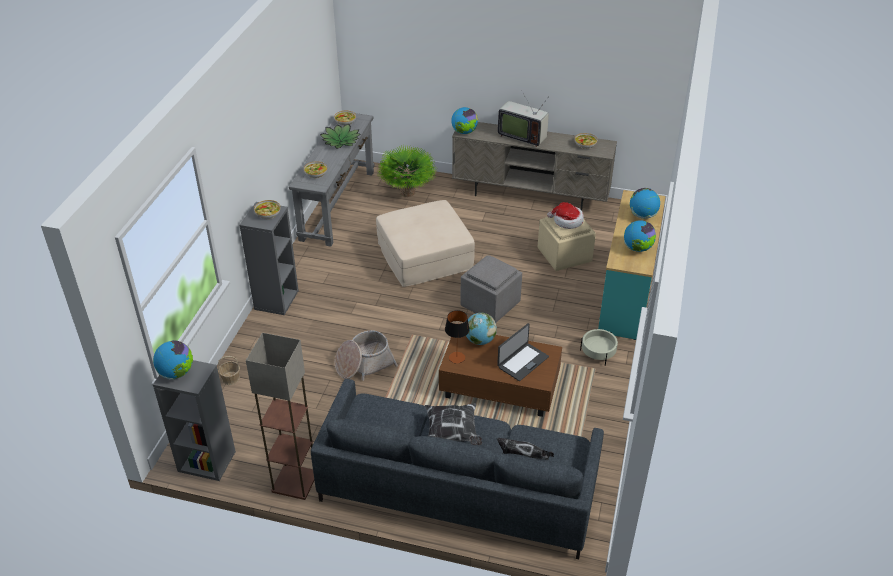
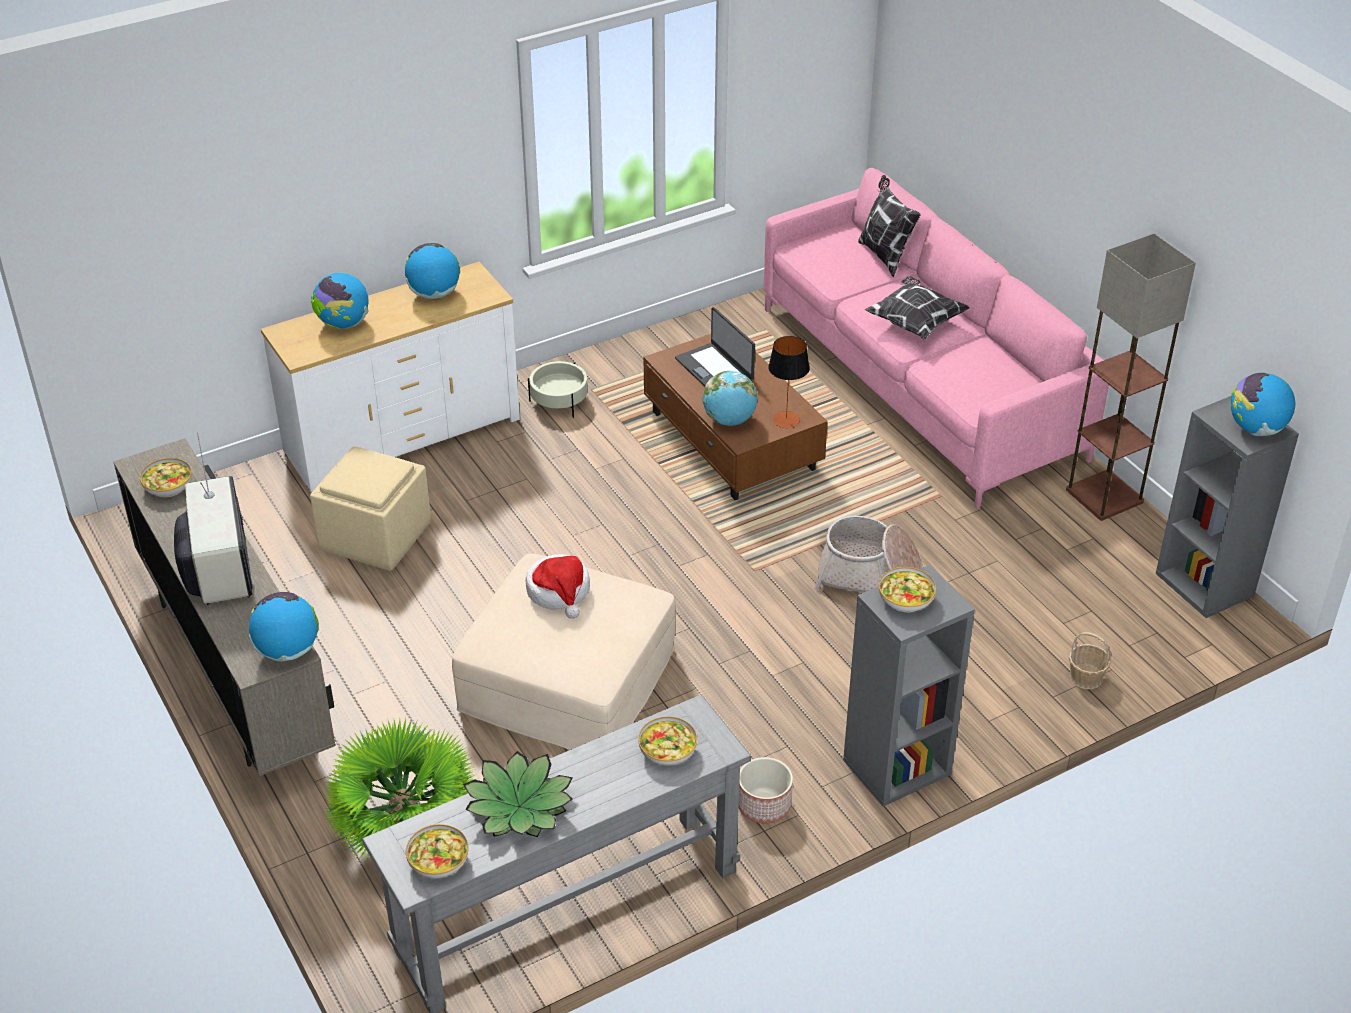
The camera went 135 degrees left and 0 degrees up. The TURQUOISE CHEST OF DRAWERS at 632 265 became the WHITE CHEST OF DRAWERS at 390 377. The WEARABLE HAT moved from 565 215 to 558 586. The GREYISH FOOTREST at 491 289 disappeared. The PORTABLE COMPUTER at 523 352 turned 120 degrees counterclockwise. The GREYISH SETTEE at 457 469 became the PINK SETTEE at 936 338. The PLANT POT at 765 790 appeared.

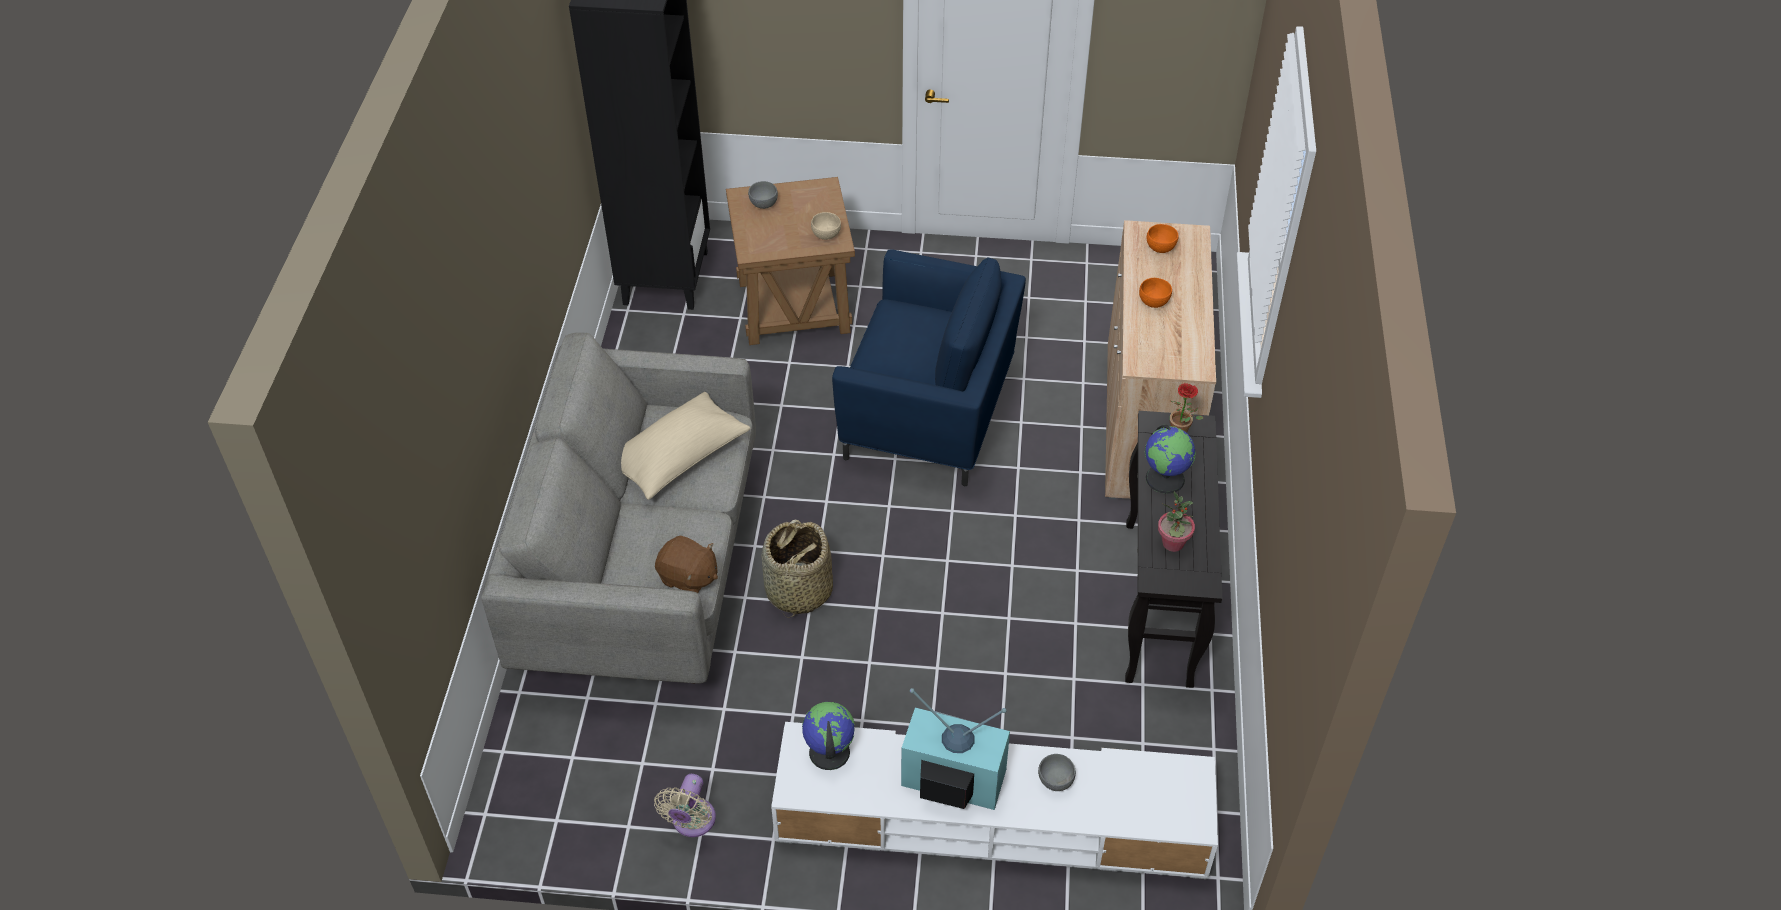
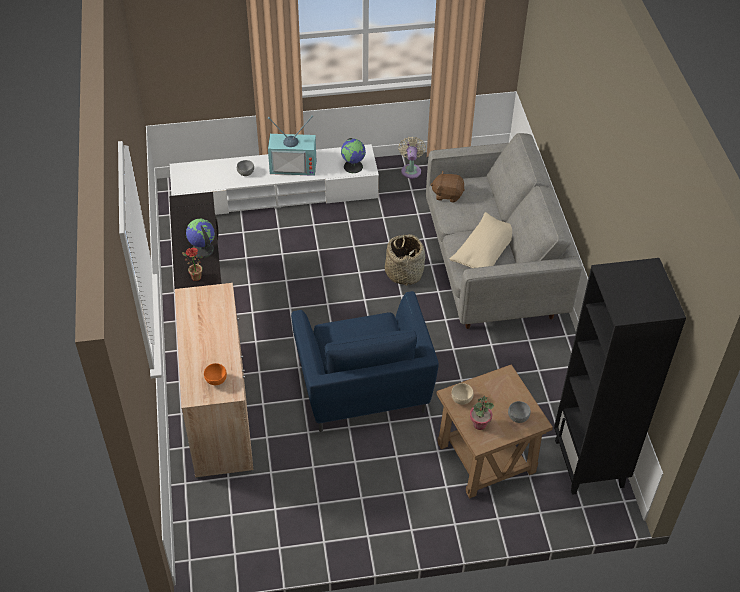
The camera went 165 degrees right and 0 degrees up. The BLUE ARMCHAIR at 929 367 turned 105 degrees counterclockwise. The ORANGE BOWL at 1155 293 disappeared. The POTTED PLANT moved from 1176 522 to 482 413.

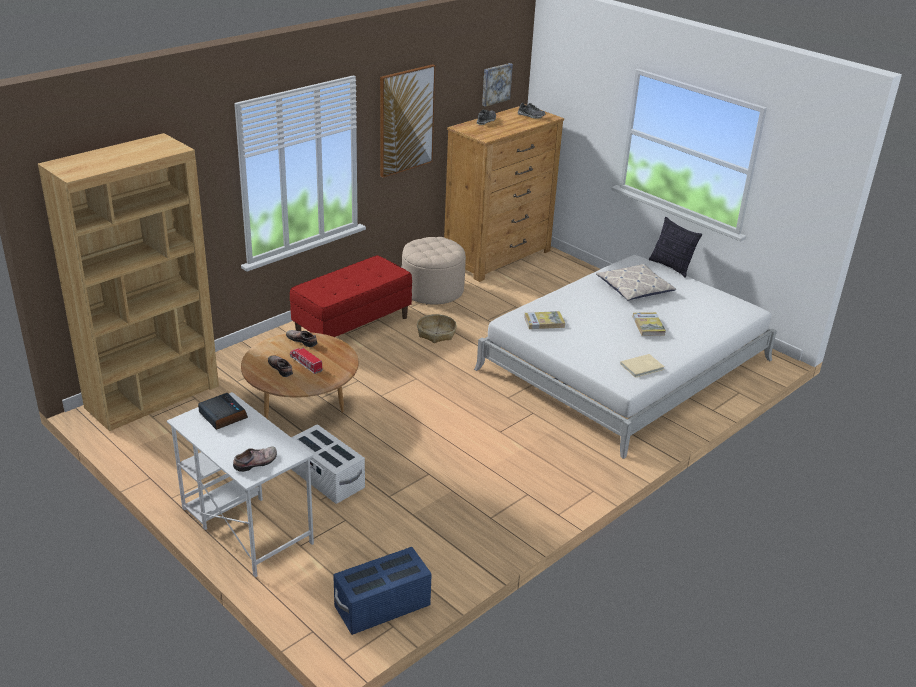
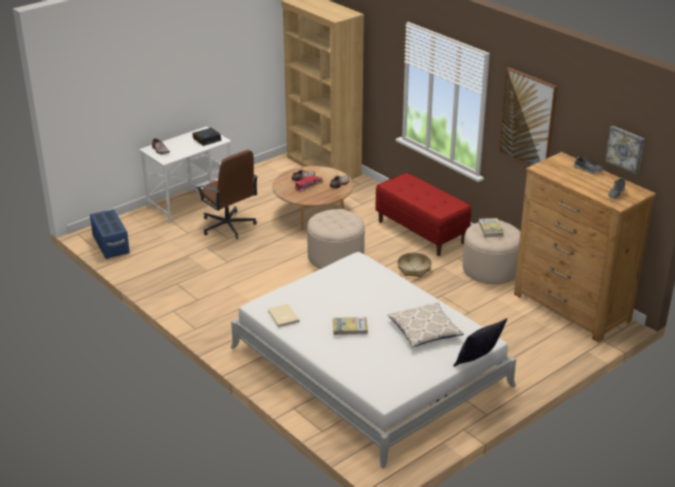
The camera went 95 degrees right and 0 degrees up. The VOLUME moved from 544 320 to 491 227. The WHITE STORAGE BIN at 328 464 was replaced by the BROWNISH DESK CHAIR at 227 194. The BEIGE FOOTREST at 336 239 appeared.

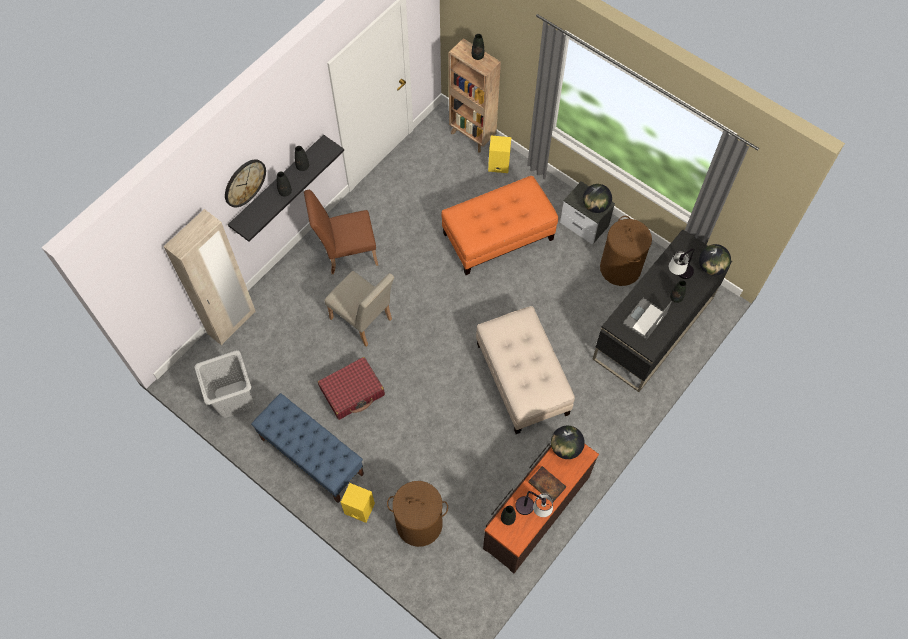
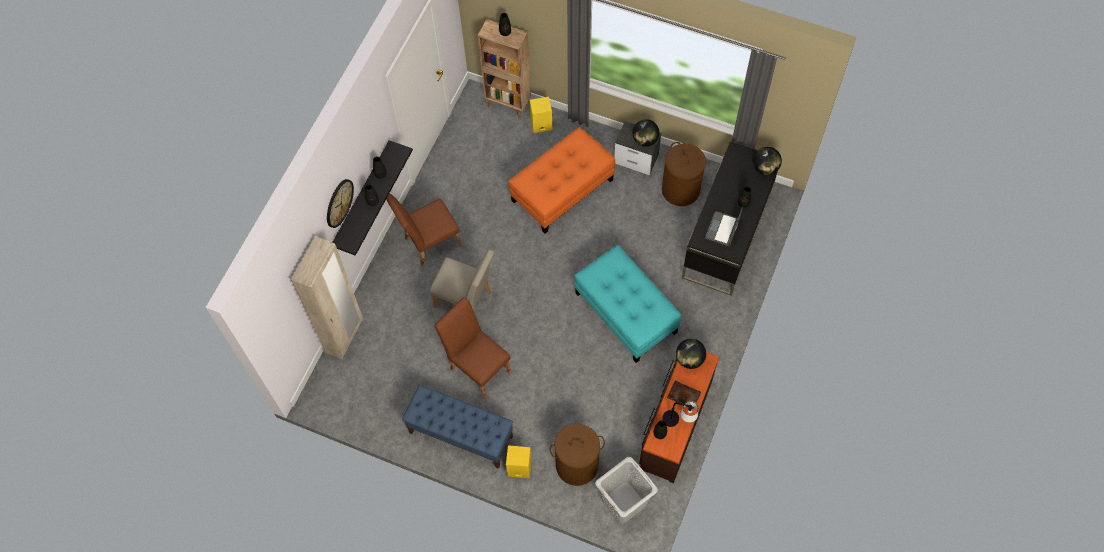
The camera went 15 degrees left and 0 degrees up. The TABLETOP LAMP at 682 263 disappeared. The BEIGE FOOTREST at 525 370 became the TURQUOISE FOOTREST at 627 304. The GREYISH LAUNDRY BASKET moved from 224 384 to 626 490. The RED-COLOURED TRAVEL CASE at 351 388 was replaced by the BROWNISH CHAIR at 473 348.

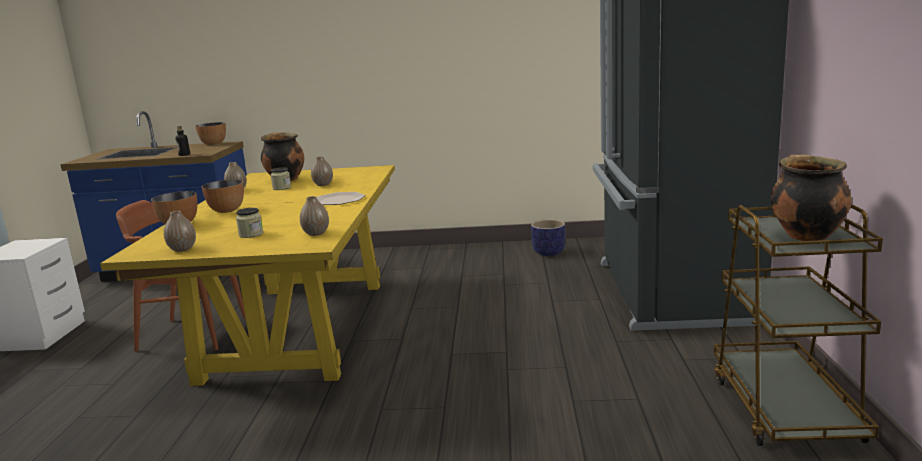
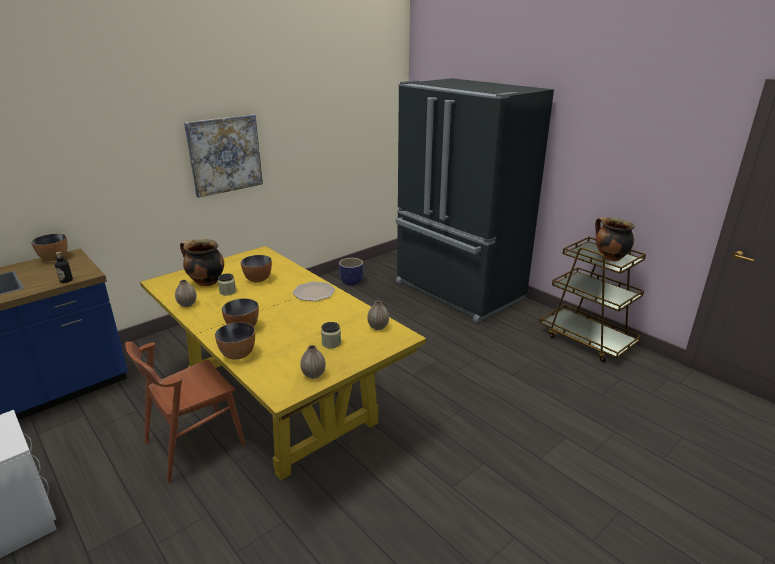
The camera went 45 degrees left and 10 degrees up. The FLOWER VASE at 322 171 was replaced by the BOWL at 256 268. The PICTURE at 223 156 appeared.

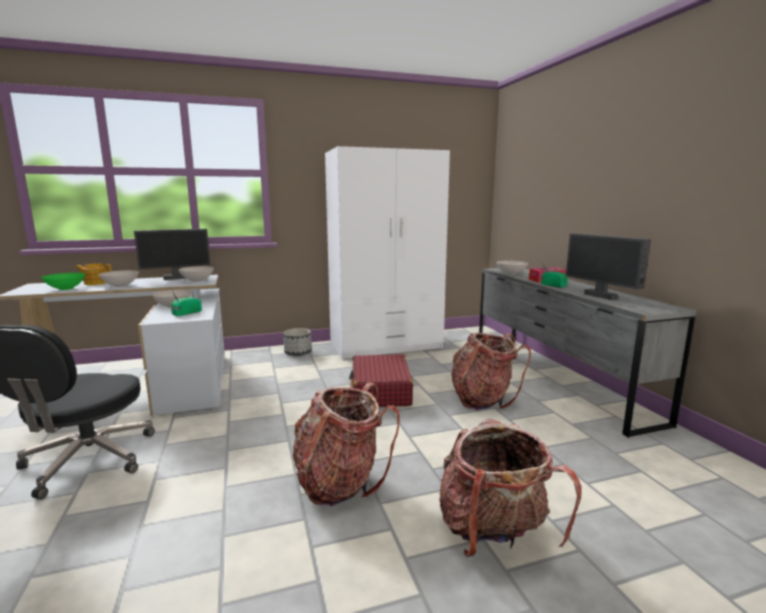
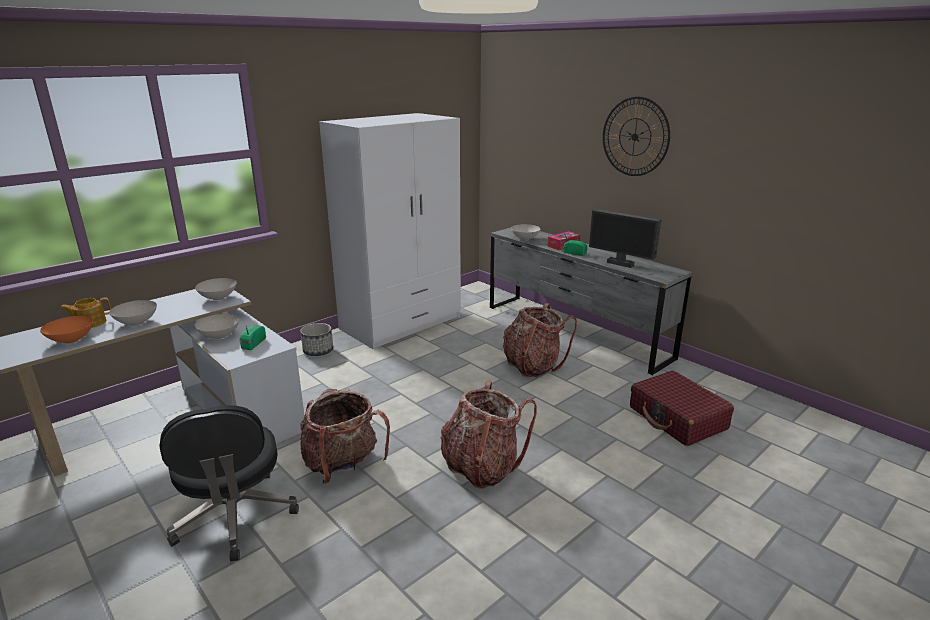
The camera went 25 degrees left and 10 degrees up. The MONITOR at 172 254 disappeared. The GREEN BOWL at 63 281 became the ORANGE BOWL at 66 329. The RED-COLOURED TRAVEL CASE moved from 381 380 to 682 408. The KNAPSACK moved from 510 488 to 345 436. The WALL CLOCK at 636 136 appeared.

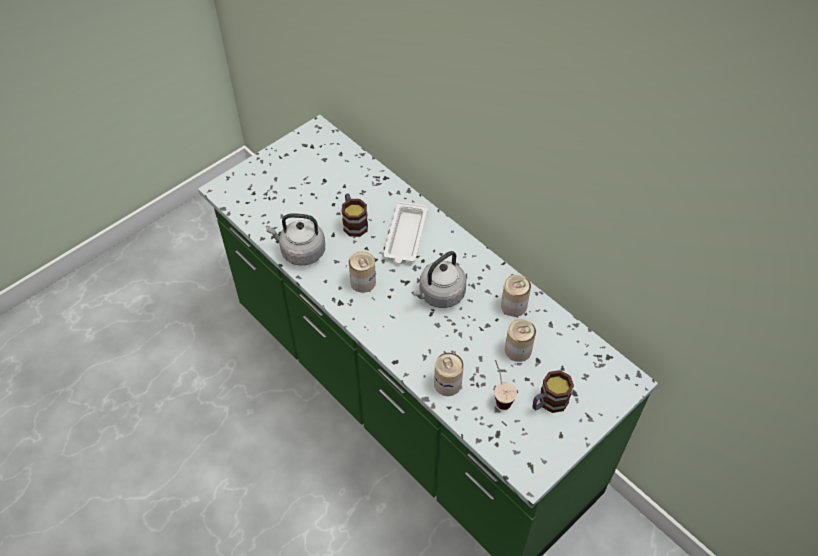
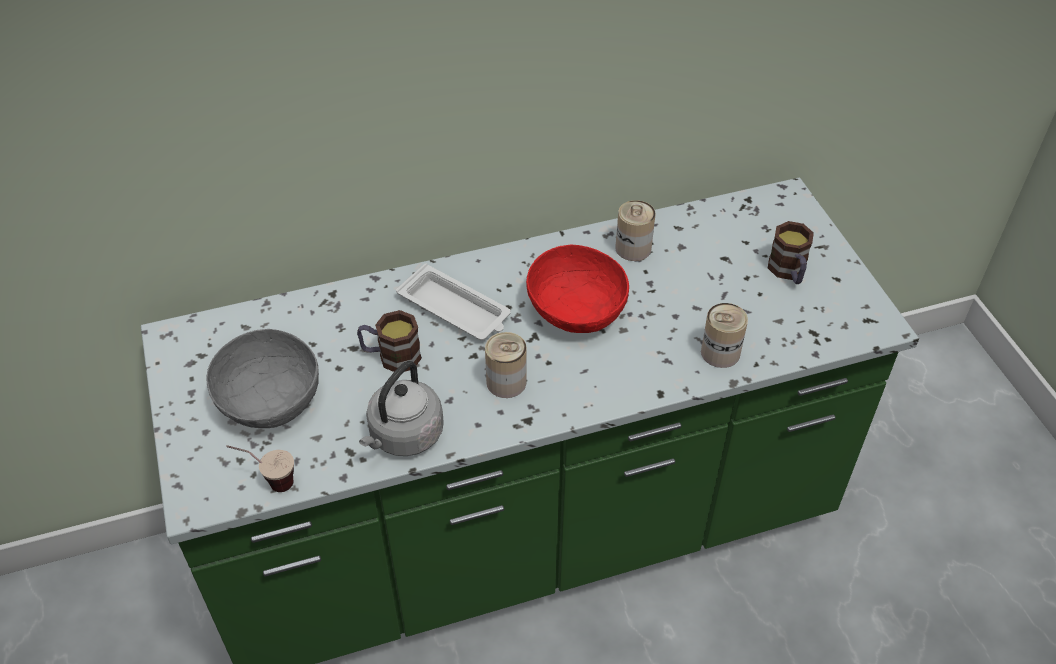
The camera went 65 degrees left and 5 degrees down. The GREYISH WATER KETTLE at 439 279 was replaced by the RED-COLOURED BOWL at 577 288. The METAL CAN at 520 340 disappeared. The DRINKING CUP moved from 505 385 to 260 468. The GREYISH BOWL at 262 378 appeared.

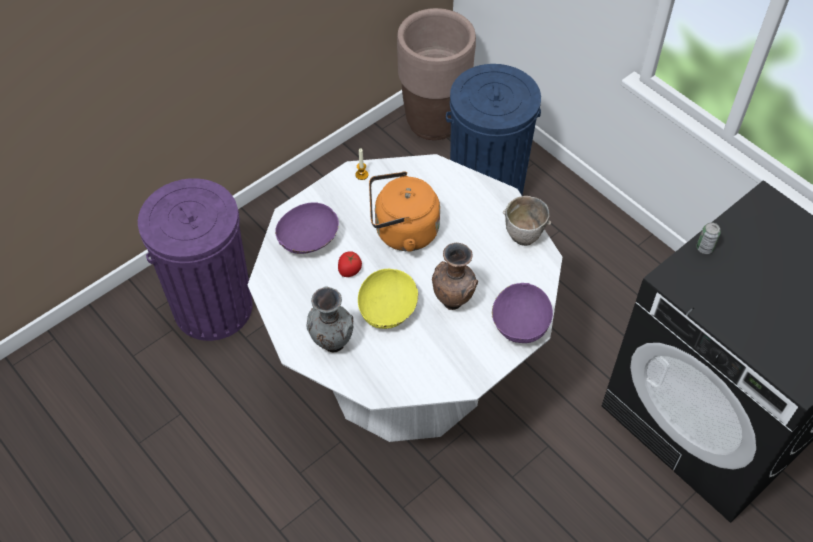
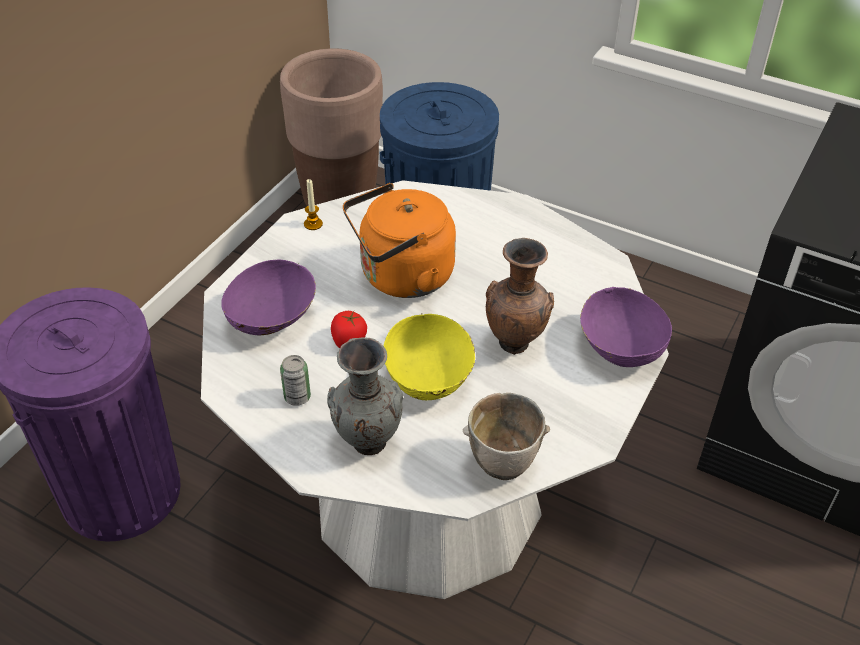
The camera went 20 degrees left and 10 degrees down. The BOWL moved from 527 221 to 506 436. The METAL CAN moved from 708 238 to 295 380.

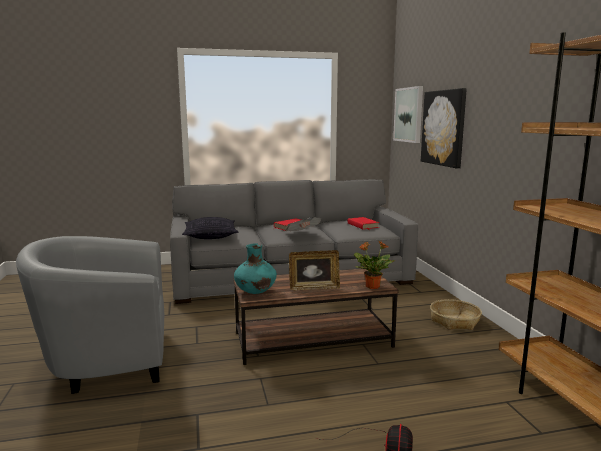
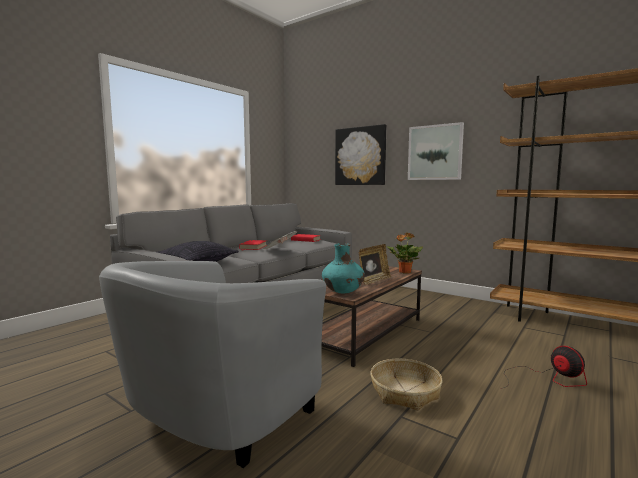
The camera went 40 degrees left and 5 degrees down. The PICTURE moved from 408 114 to 436 151. The STORAGE BASKET moved from 456 314 to 406 385.

